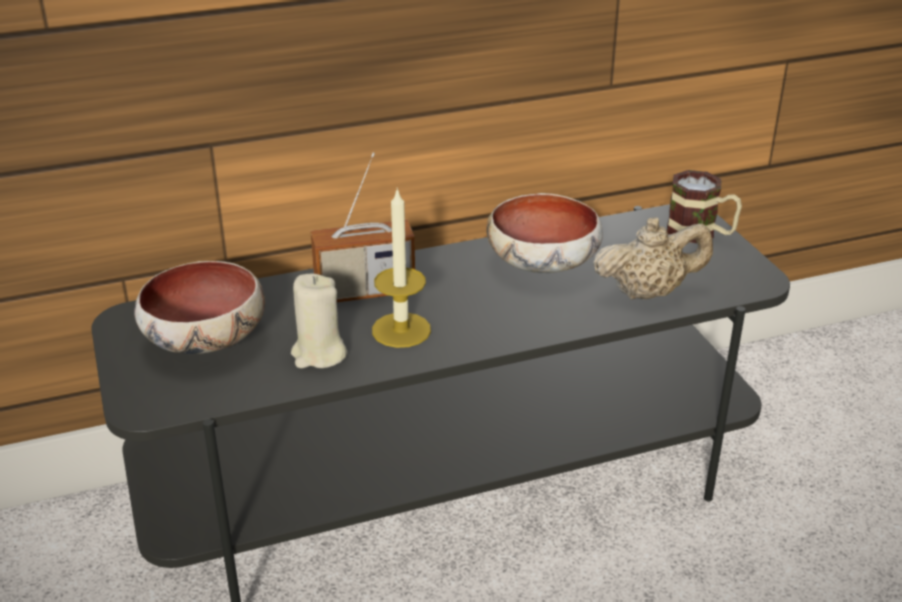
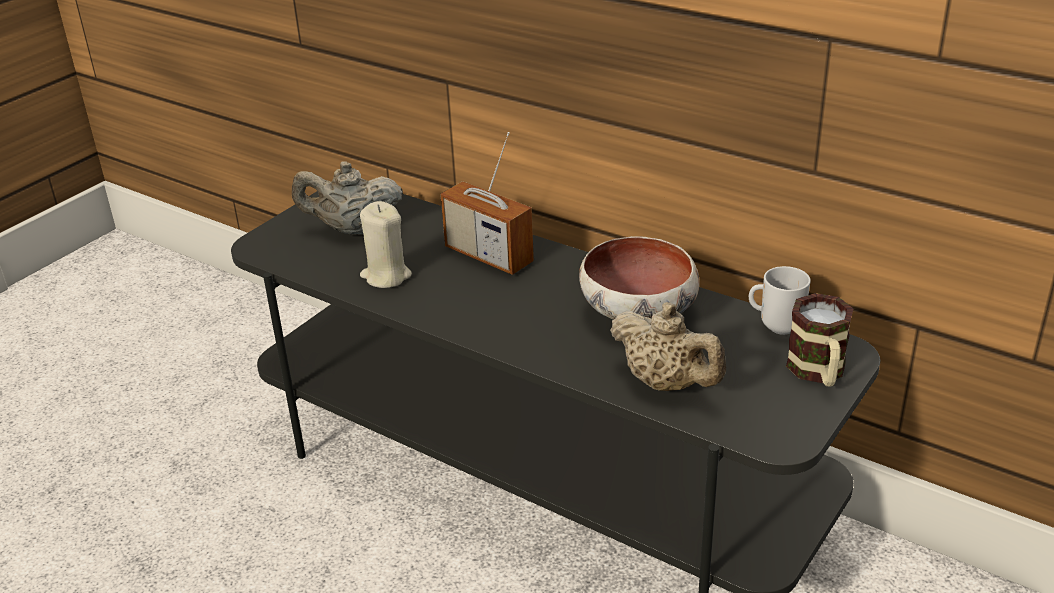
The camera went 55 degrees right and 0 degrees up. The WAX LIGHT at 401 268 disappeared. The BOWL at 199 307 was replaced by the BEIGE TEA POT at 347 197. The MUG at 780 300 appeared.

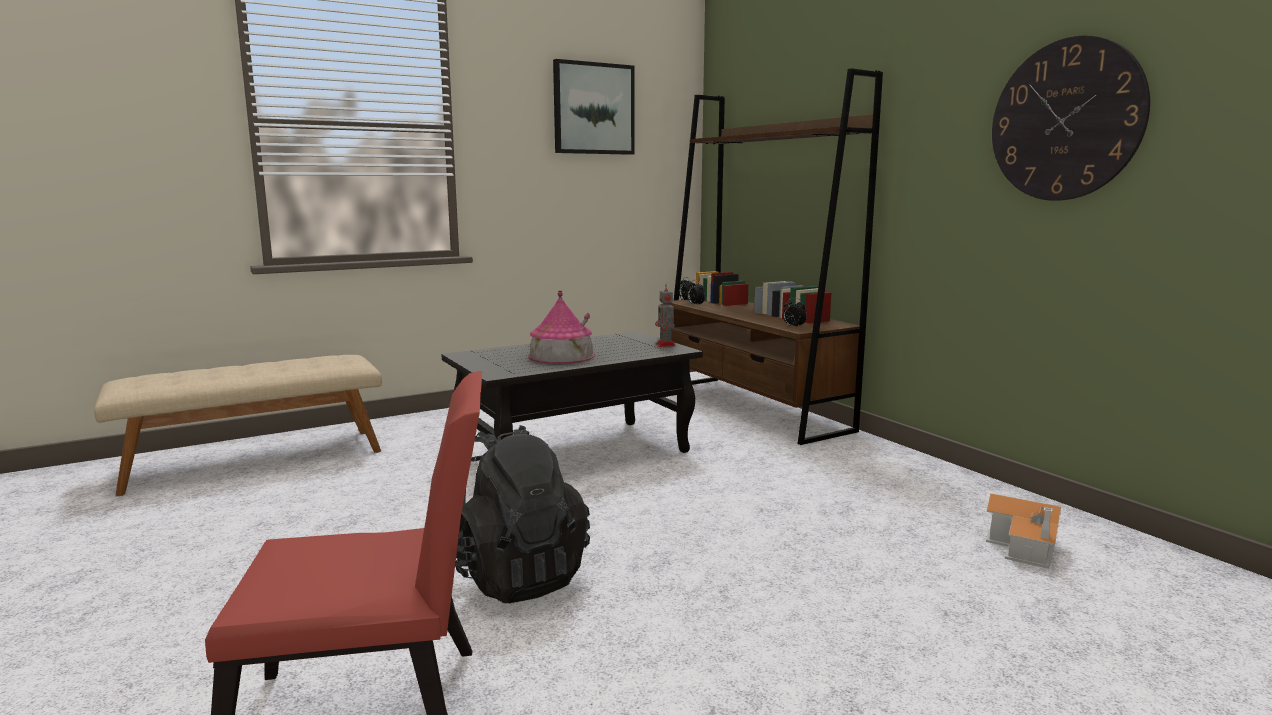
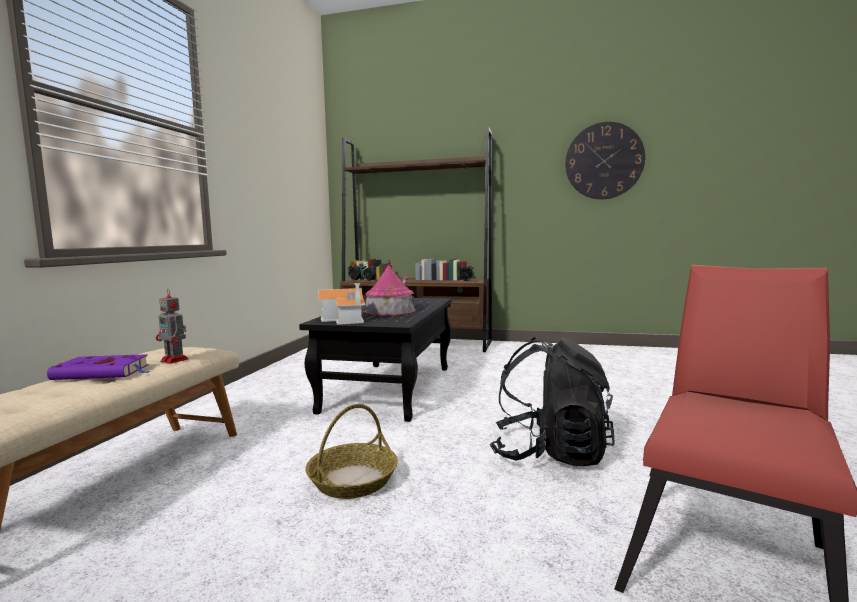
The camera went 45 degrees left and 5 degrees down. The PICTURE at 594 107 disappeared. The ROBOT FIGURE moved from 665 315 to 172 326. The MODEL HOUSE moved from 1023 531 to 341 304. The PURPLE-COLOURED VOLUME at 98 367 appeared. The STORAGE BASKET at 352 451 appeared.

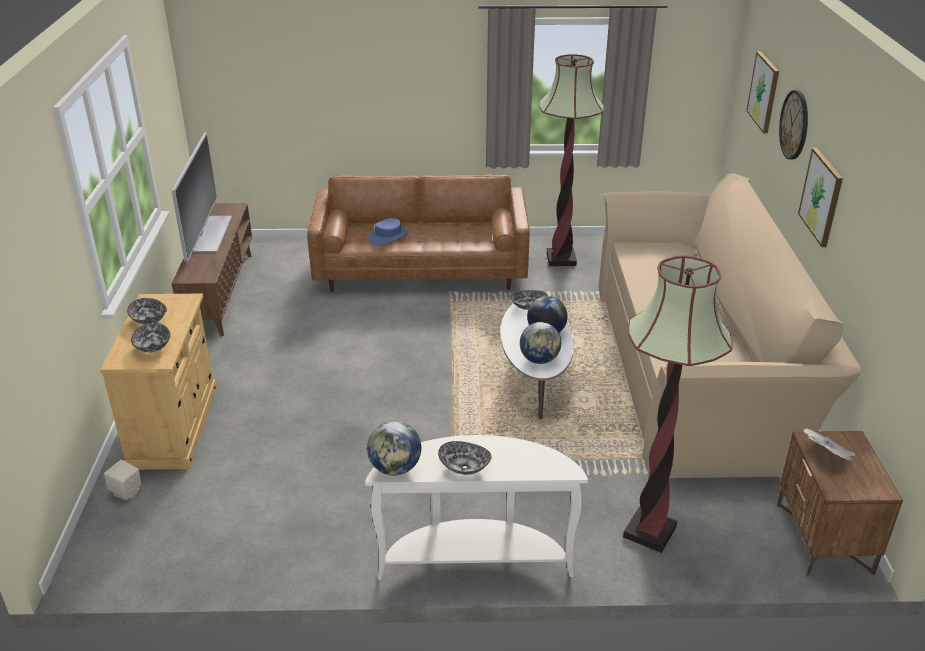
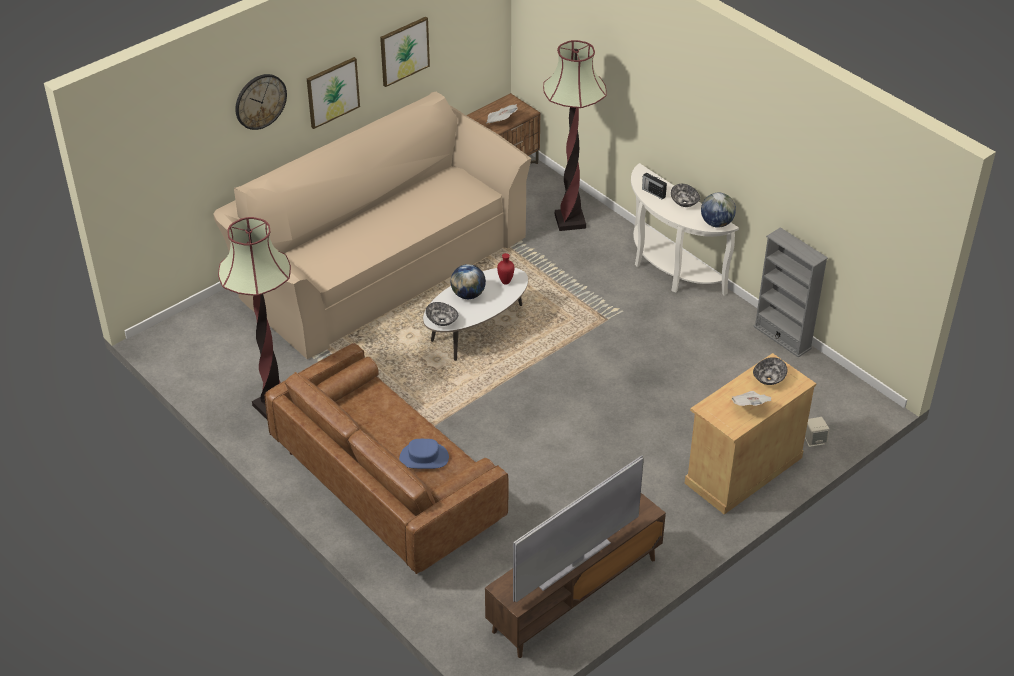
The camera went 130 degrees left and 10 degrees up. The PICTURE moved from 762 92 to 405 52. The BOWL at 147 311 was replaced by the DAILY PAPER at 751 398. The WORLD GLOBE at 540 343 was replaced by the RED-COLOURED FLOWER VASE at 505 268. The RADIO RECEIVER at 654 186 appeared. The GREYISH BOOKCASE at 790 292 appeared.

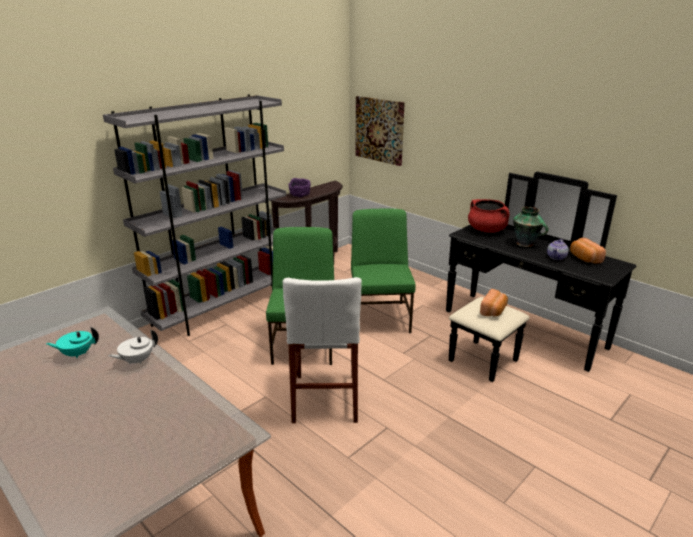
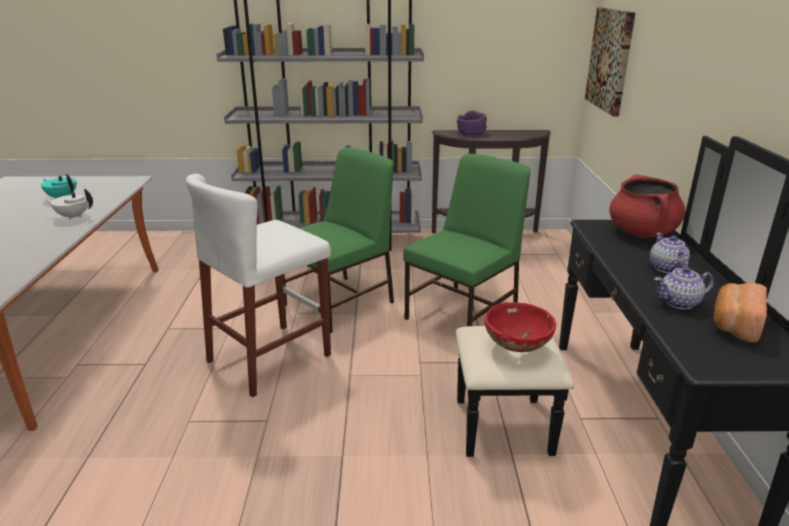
The camera went 45 degrees right and 0 degrees up. The FLOWER VASE at 530 227 was replaced by the TEA POT at 670 253. The BAKERY BREAD at 494 302 was replaced by the RED-COLOURED BOWL at 520 327.

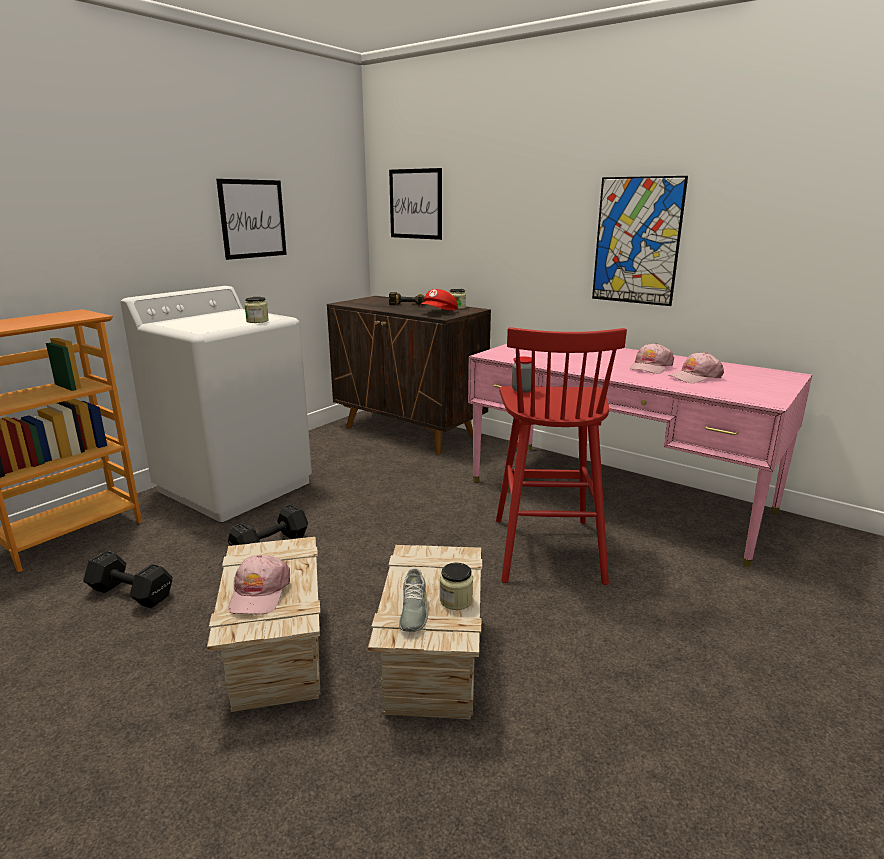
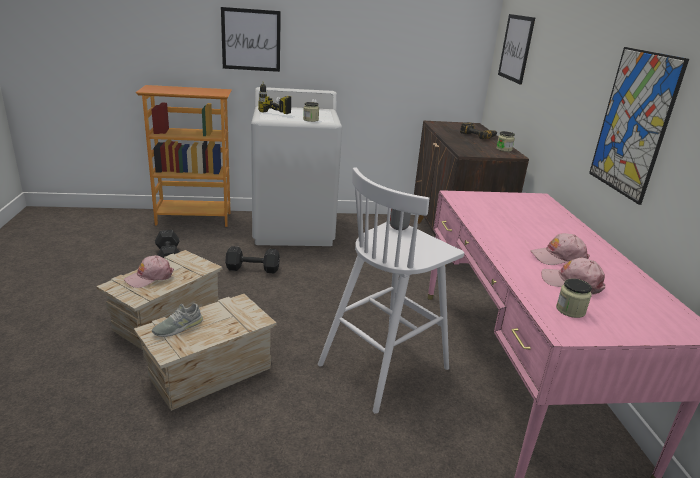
The camera went 45 degrees right and 5 degrees up. The PICTURE moved from 251 219 to 251 39. The RED-COLOURED BASEBALL CAP at 439 299 disappeared. The RED-COLOURED SITTING STOOL at 561 456 became the WHITE SITTING STOOL at 391 290. The PRESERVE JAR moved from 456 586 to 574 298. The ELECTRIC DRILL at 274 98 appeared.

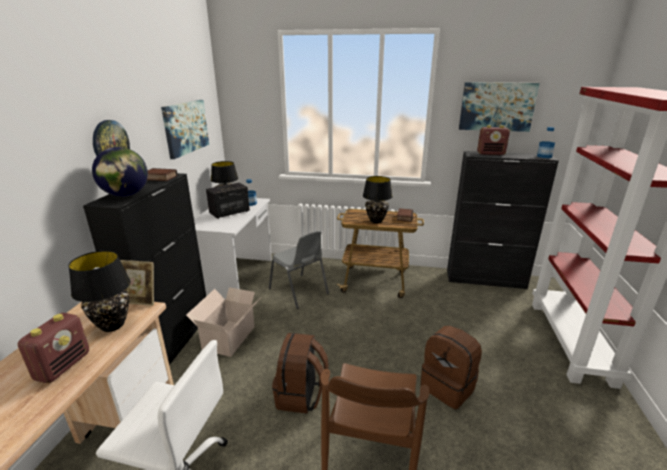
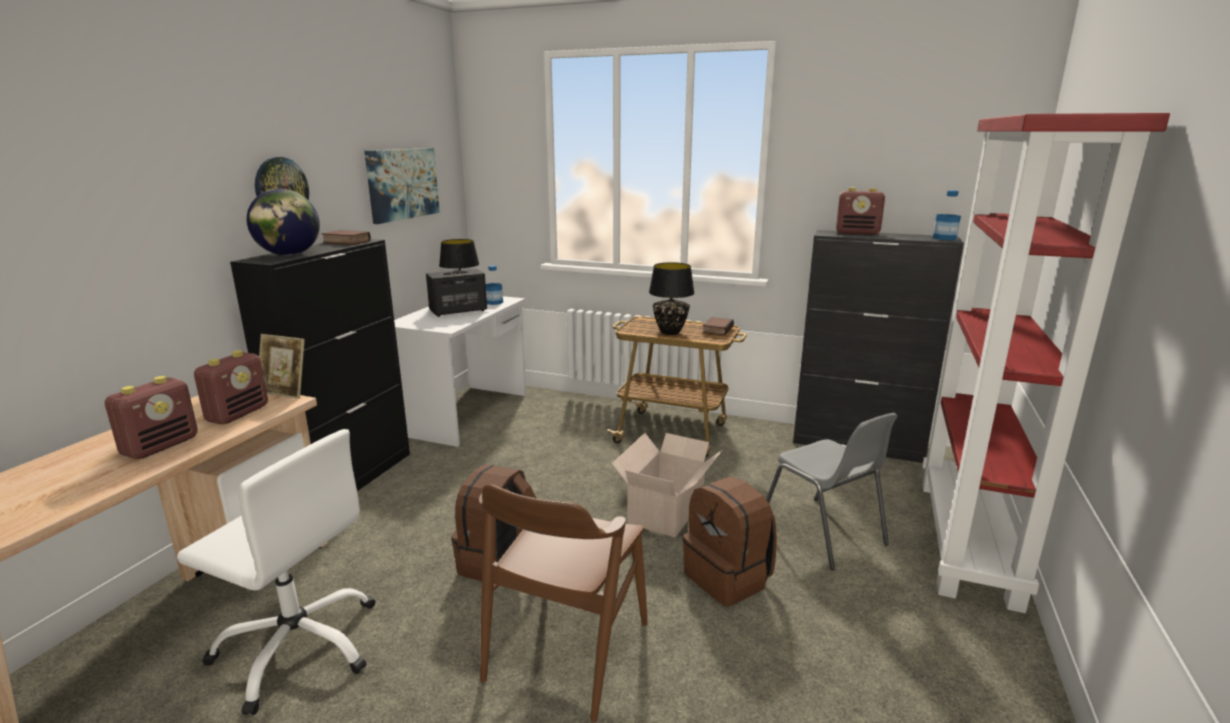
The camera went 10 degrees right and 5 degrees down. The PICTURE at 499 107 disappeared. The GREYISH CHAIR moved from 299 270 to 832 491. The BLACK-COLOURED TABLETOP LAMP at 99 291 was replaced by the RADIO RECEIVER at 231 387. The CARTON moved from 223 322 to 666 485.

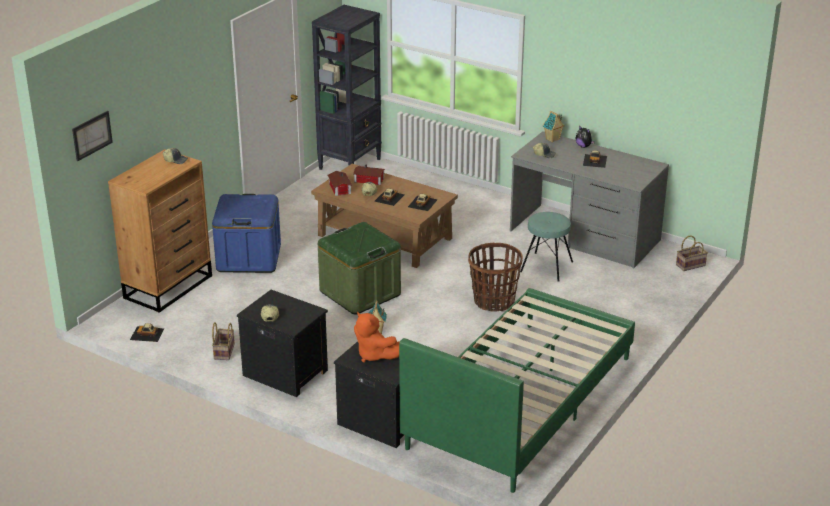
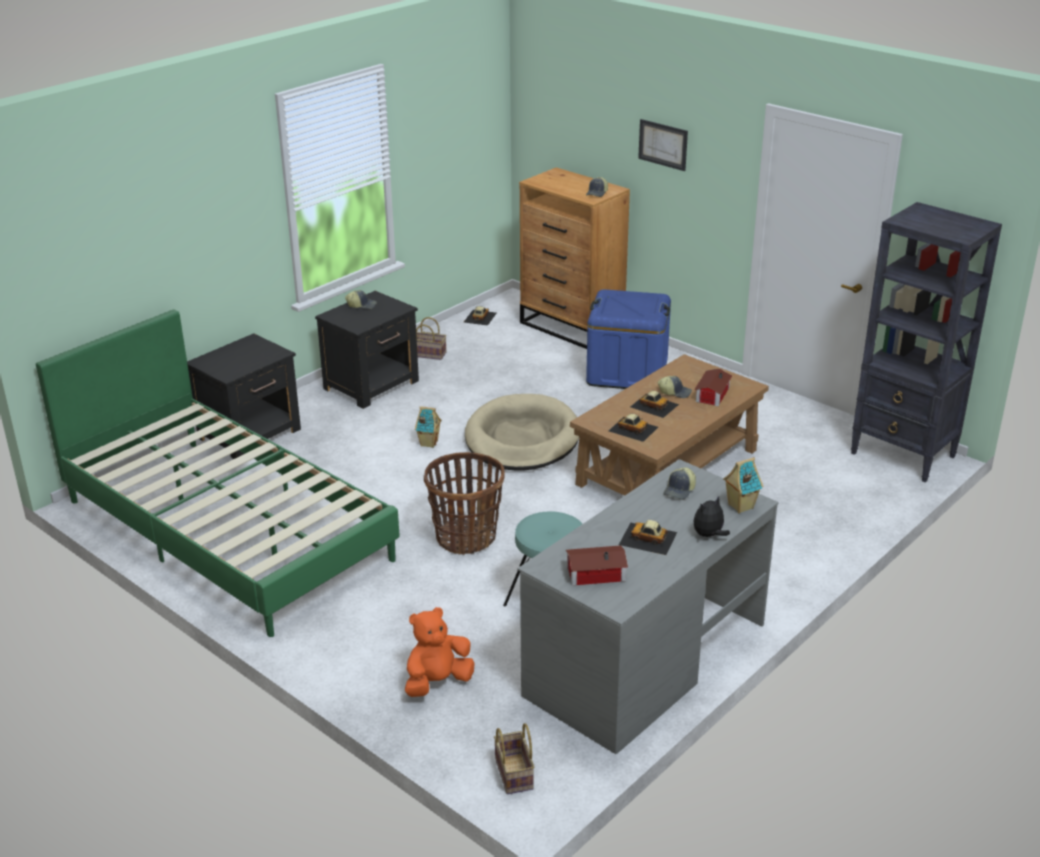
The camera went 100 degrees right and 0 degrees up. The PICTURE moved from 92 136 to 663 145. The MODEL HOUSE moved from 340 183 to 597 565. The GREEN STORAGE BIN at 359 268 was replaced by the BEIGE DOG BED at 522 432. The ORANGE SOFT TOY moved from 376 336 to 440 652.

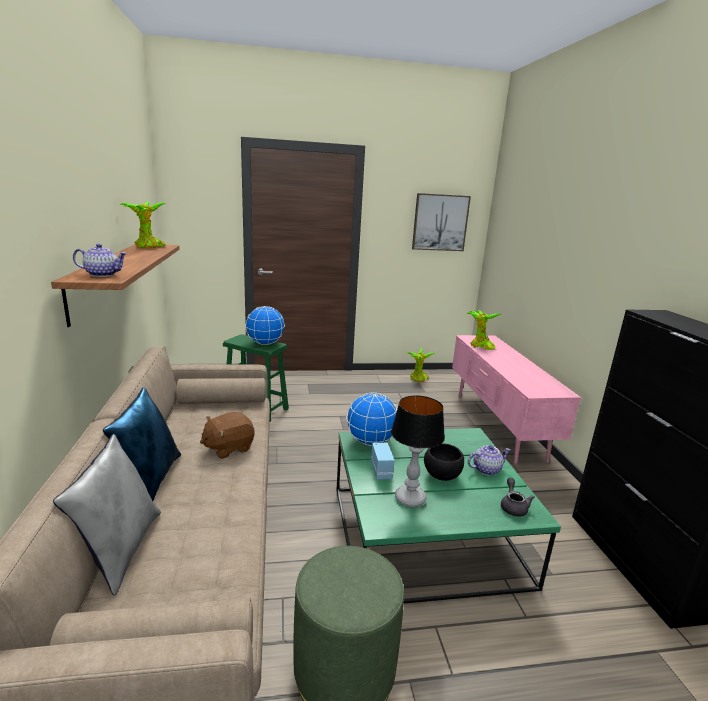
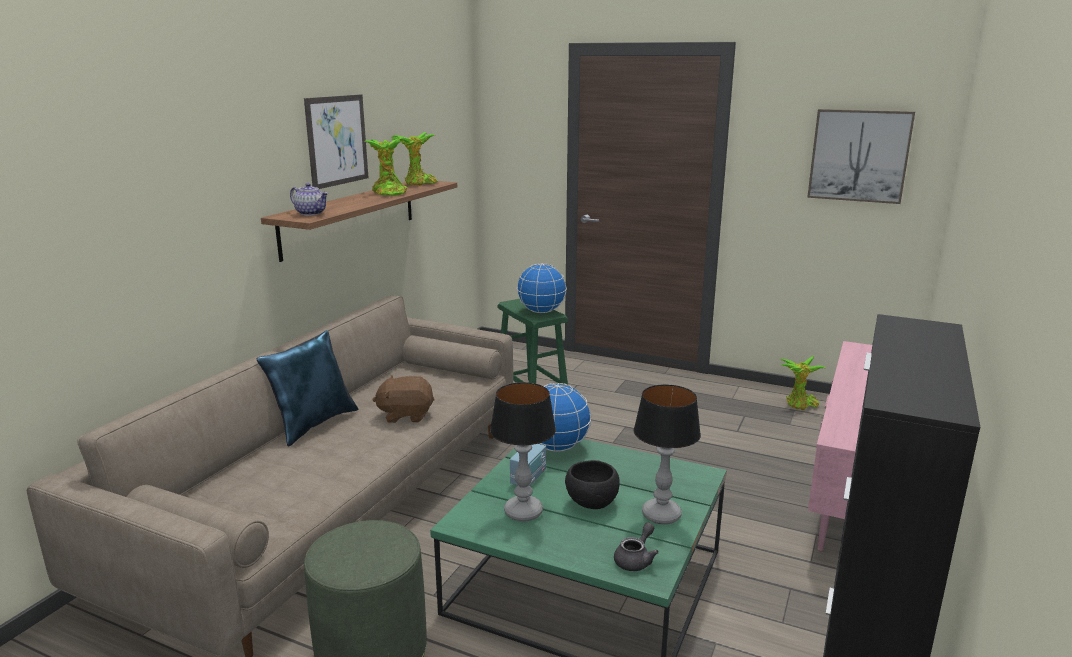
The camera went 35 degrees right and 0 degrees up. The POTTED PLANT moved from 484 330 to 385 167. The GREYISH PILLOW at 107 515 disappeared. The TEA POT at 489 460 was replaced by the TABLETOP LAMP at 667 454. The PICTURE at 336 141 appeared.

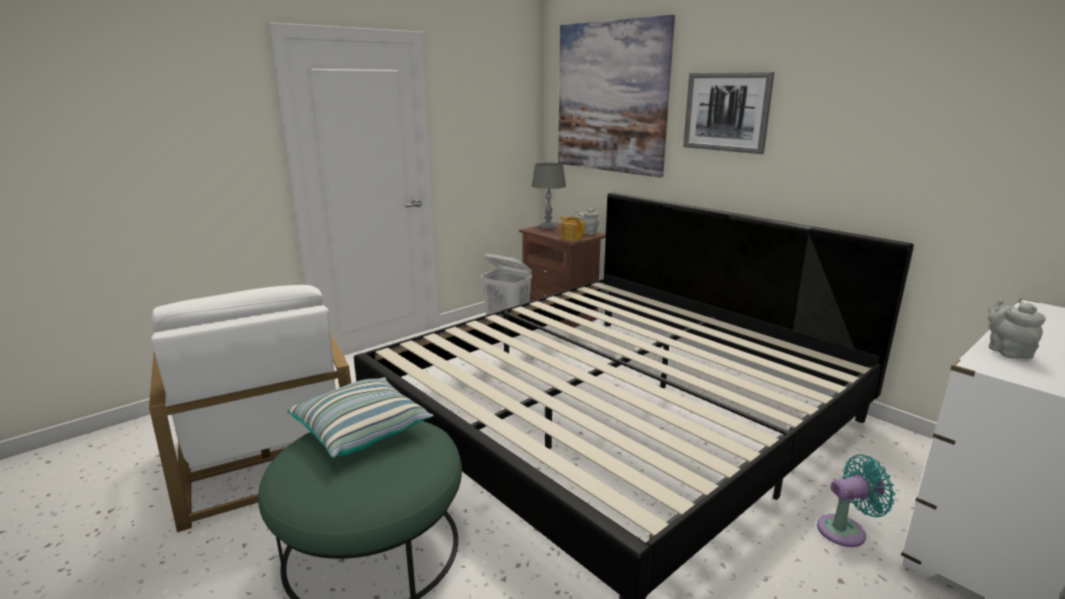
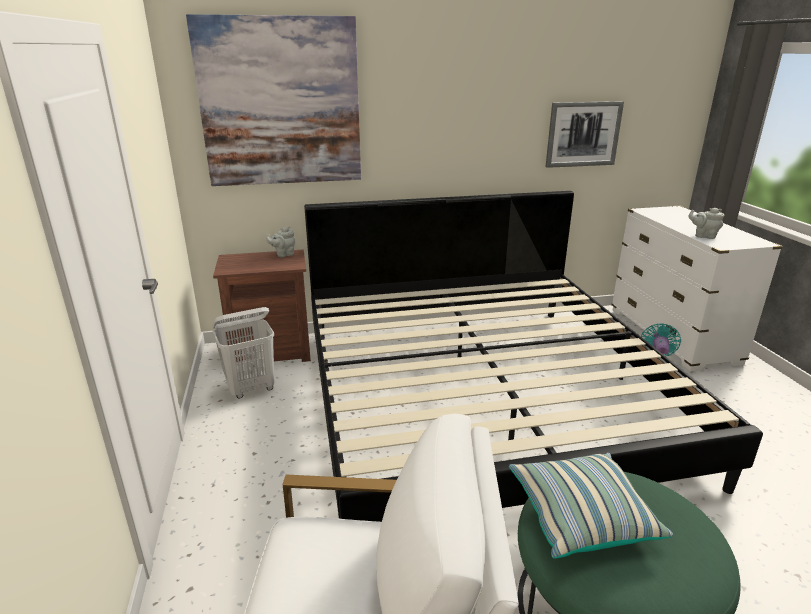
The camera went 60 degrees left and 5 degrees up. The PICTURE moved from 728 113 to 585 134. The GREYISH TABLETOP LAMP at 548 196 disappeared. The TEA POT at 572 228 disappeared.

